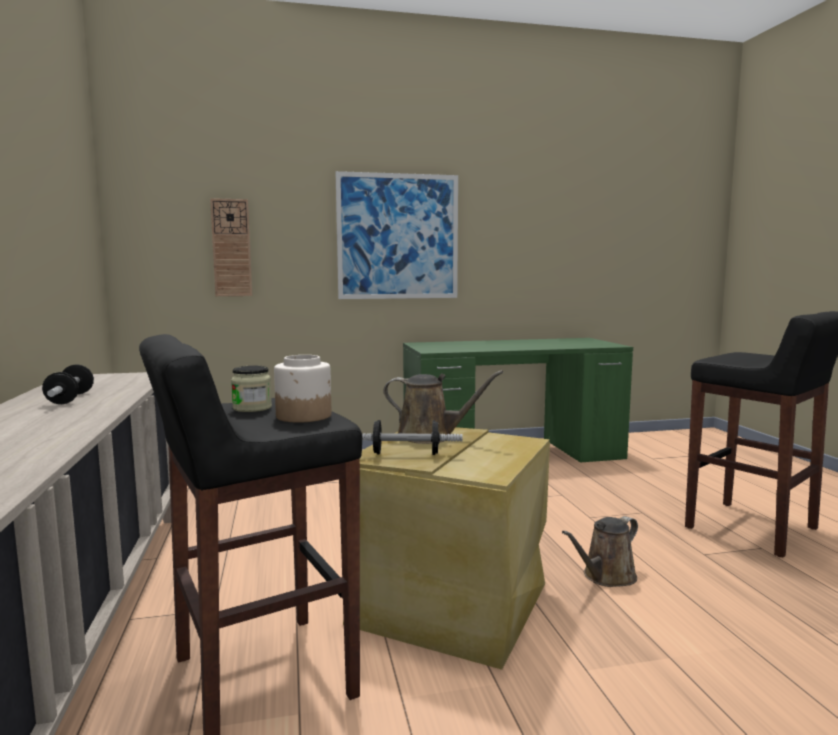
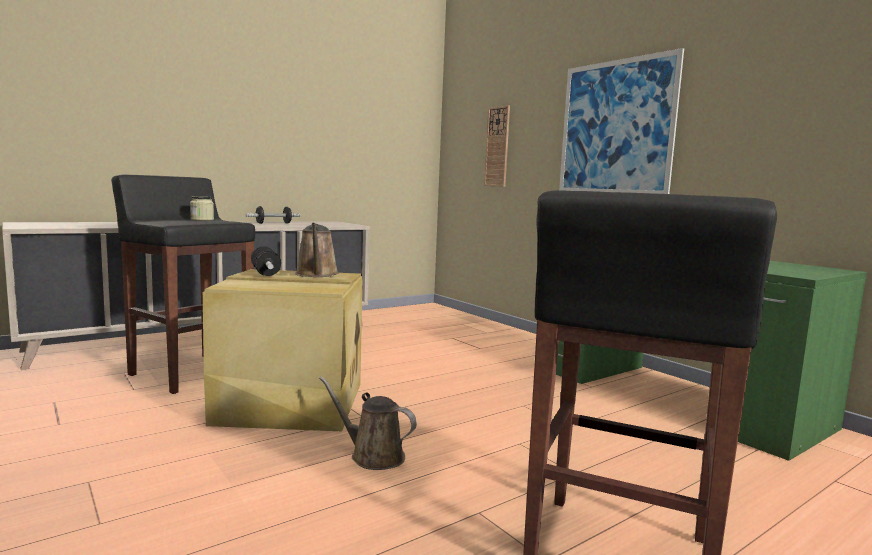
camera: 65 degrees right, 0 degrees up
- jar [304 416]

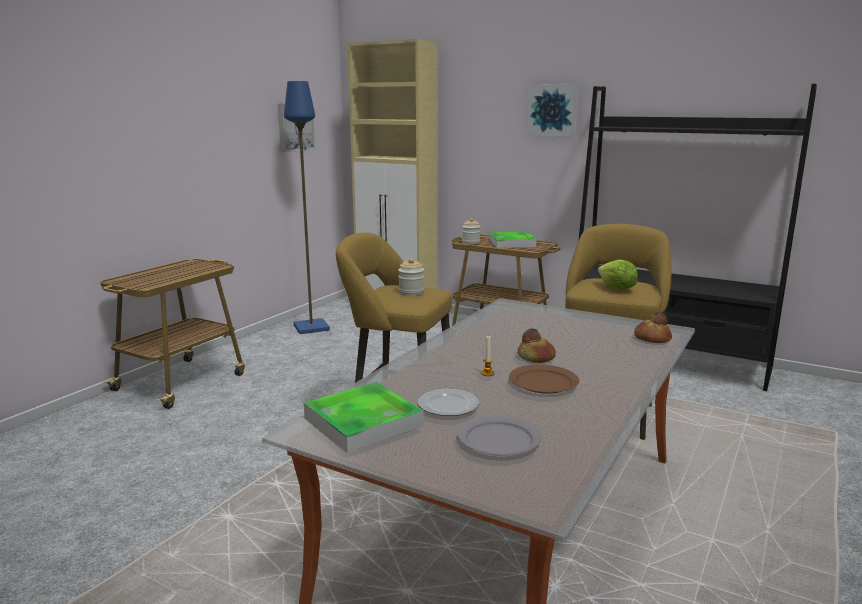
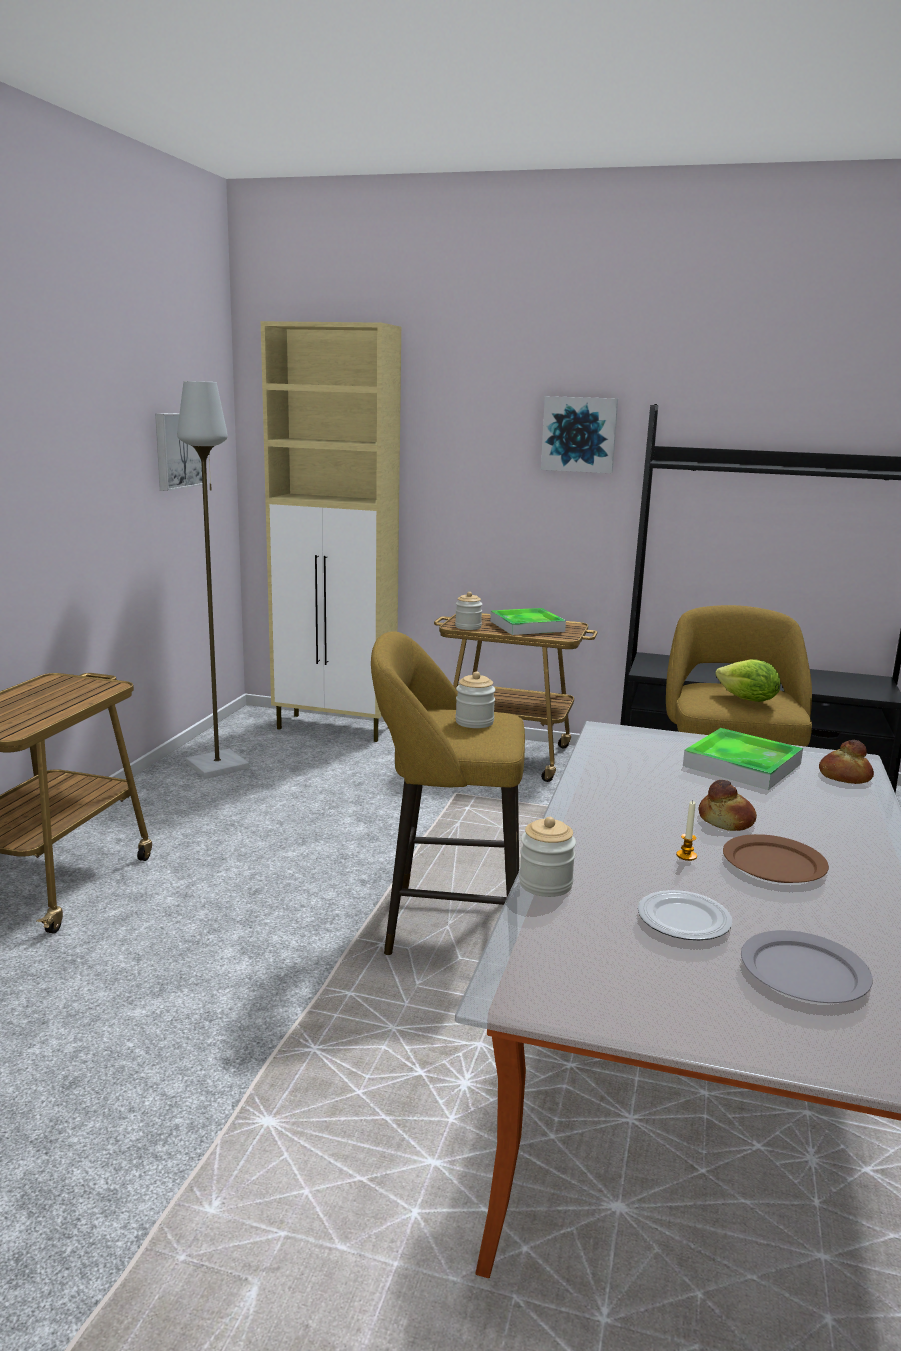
camera: 15 degrees left, 0 degrees up
~ floor lamp in blue [311 327] to floor lamp in grey [217 765]
~ tray [363 422] to [742 765]
+ jar [545 884]

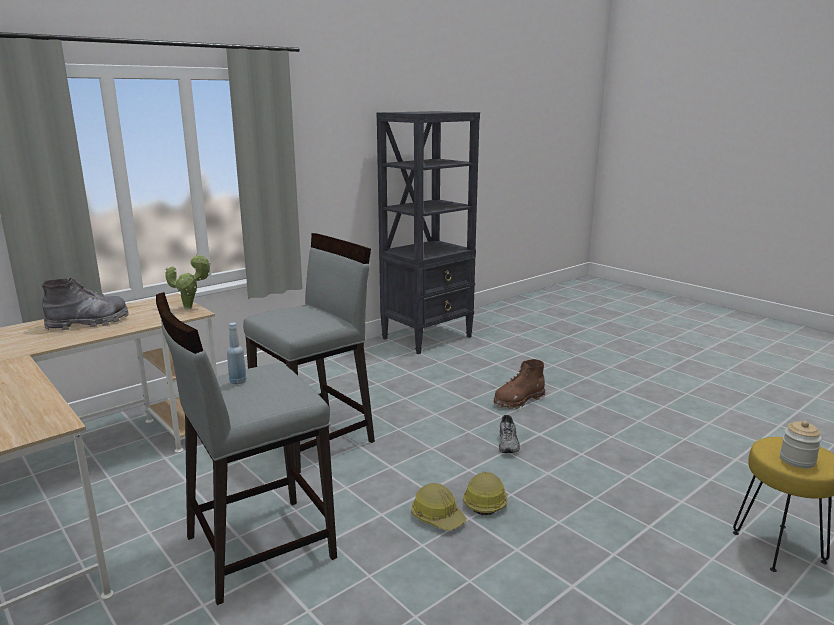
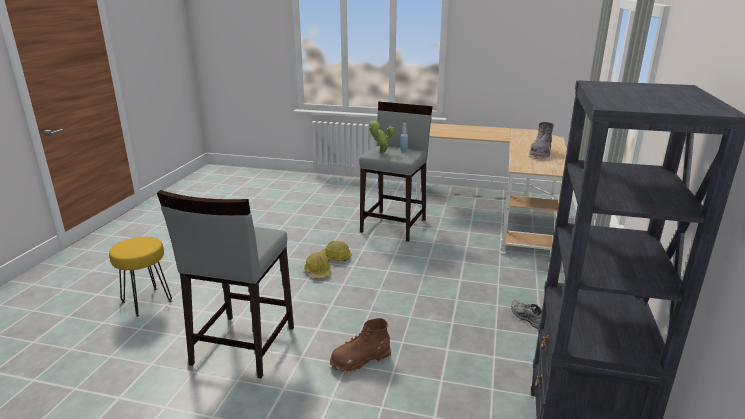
camera: 145 degrees right, 5 degrees up
~ stool in grey [315 440] to [242 346]
~ potted plant [191 308] to [381 153]
~ boot in brown [518 400] = [360 360] 135 degrees counterclockwise
~ shoe in grey [509 443] to [527 318]
- jar [797 460]

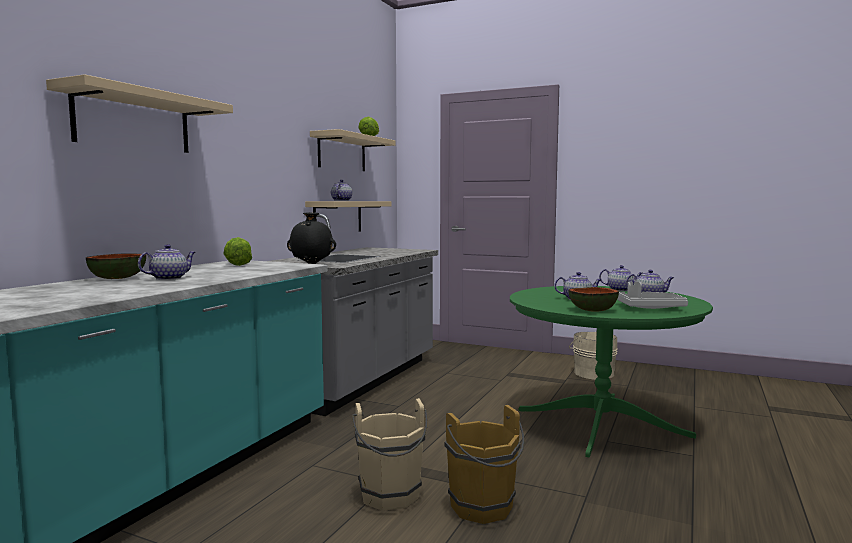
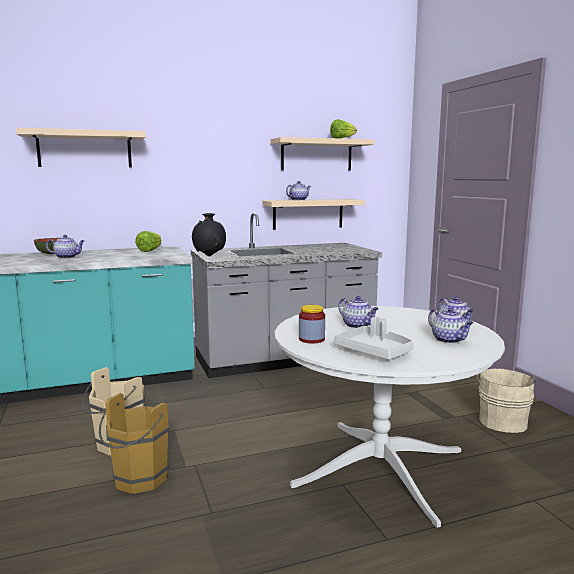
camera: 45 degrees right, 5 degrees up
~ dining table in green [601 423] to dining table in white [379 467]
~ bowl [592 310] to jar [311 339]

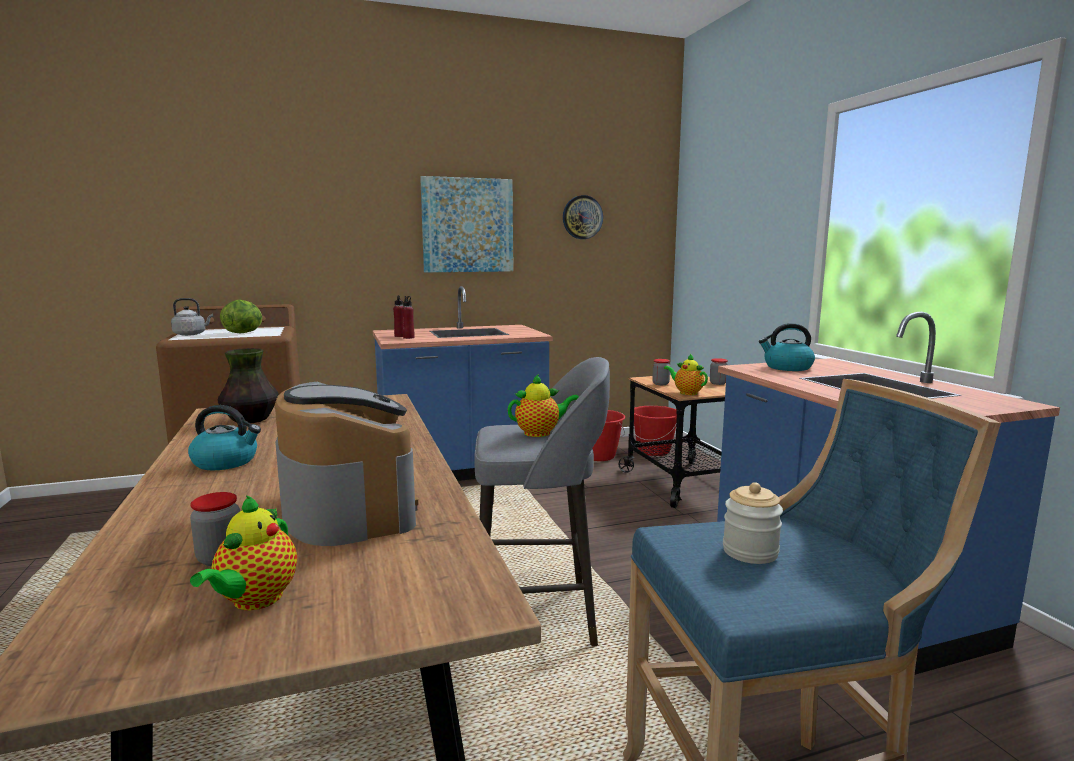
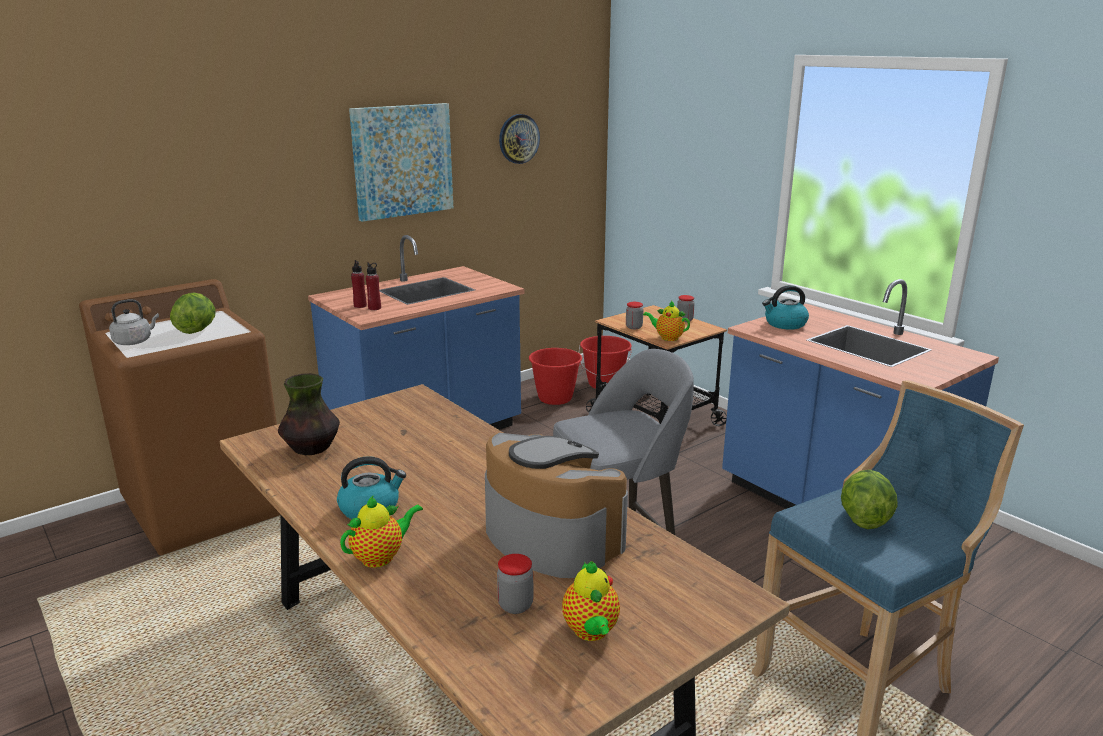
camera: 20 degrees left, 10 degrees up
~ teapot [540 433] to [381 557]
~ jar [750 552] to lettuce [863 519]

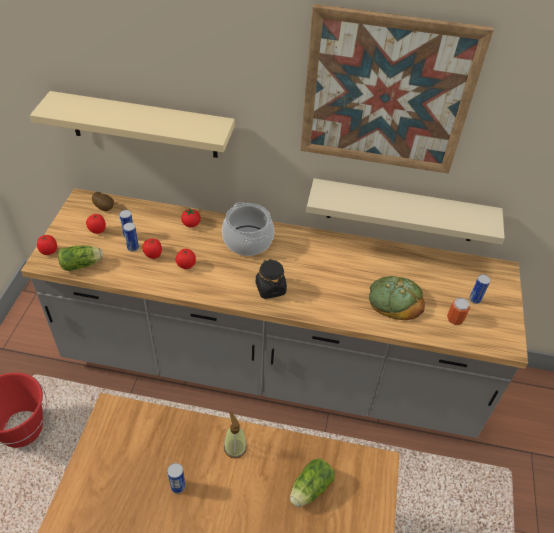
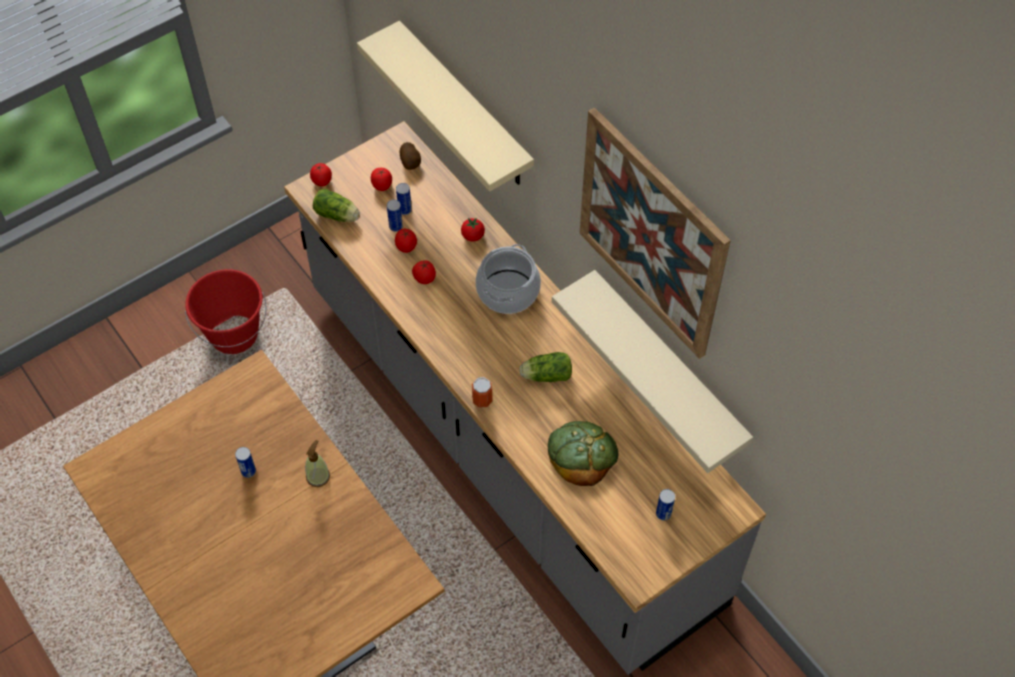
camera: 45 degrees right, 10 degrees up
- jar in black [270 288]
~ can [455 319] to [482 400]
~ lettuce [309 489] to [545 375]

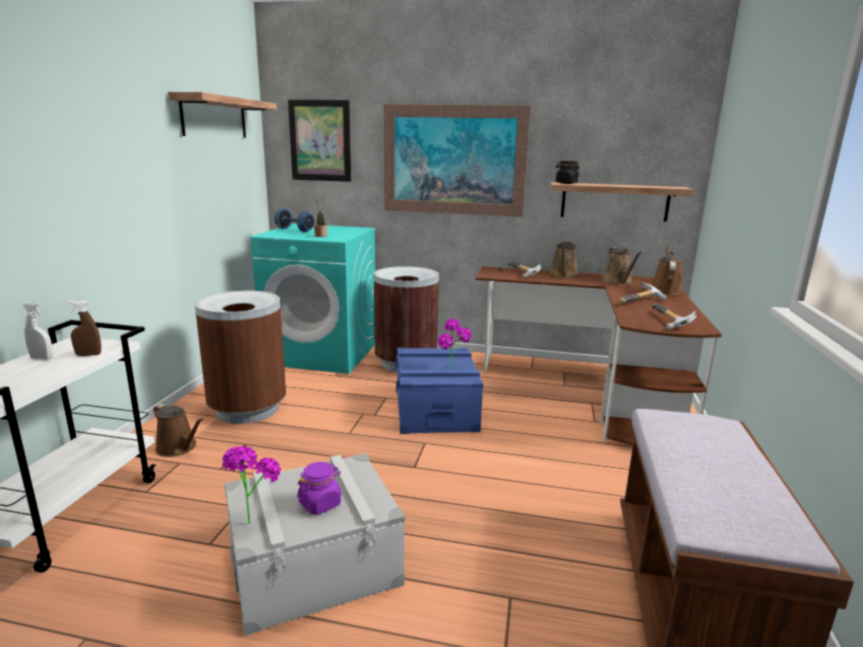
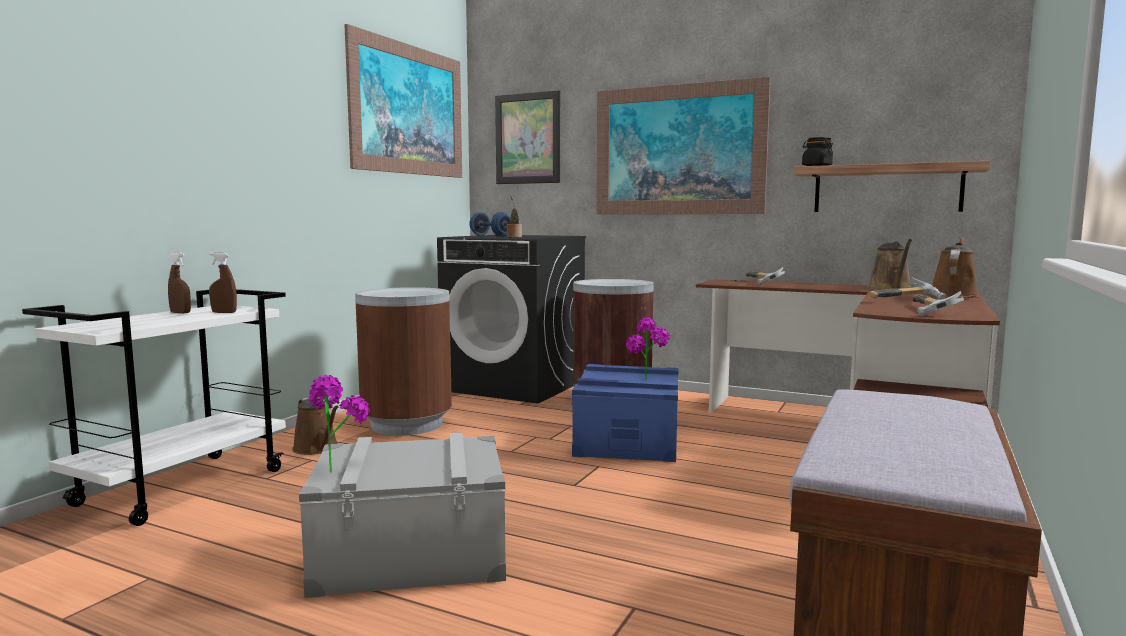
camera: 15 degrees right, 10 degrees down
~ shelf [214 117] to picture [409 110]
~ washing machine in turquoise [322 353] to washing machine in black [515 385]
- watering can in brown [563 275]
~ spray bottle in white [42 358] to spray bottle in brown [180 313]
- jar in purple [320 503]

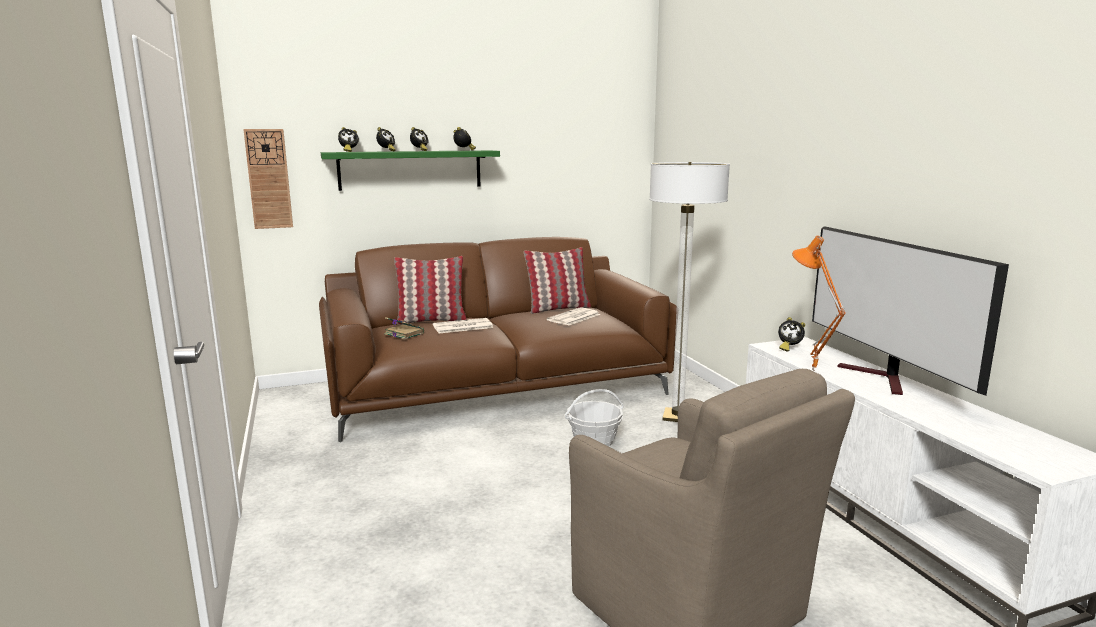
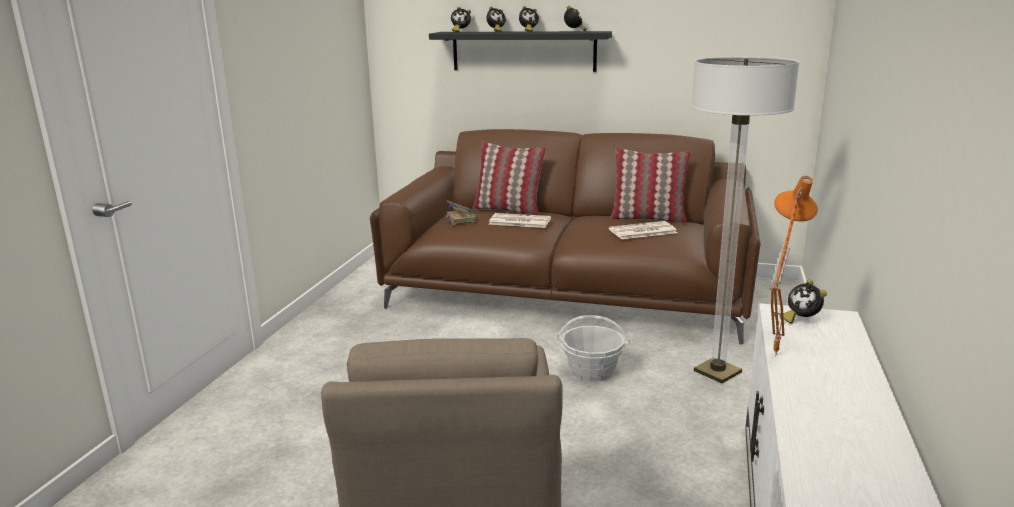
camera: 35 degrees right, 5 degrees up
- wall clock [269 179]
~ shelf in green [410 169] to shelf in black [523 51]
- television [883 379]

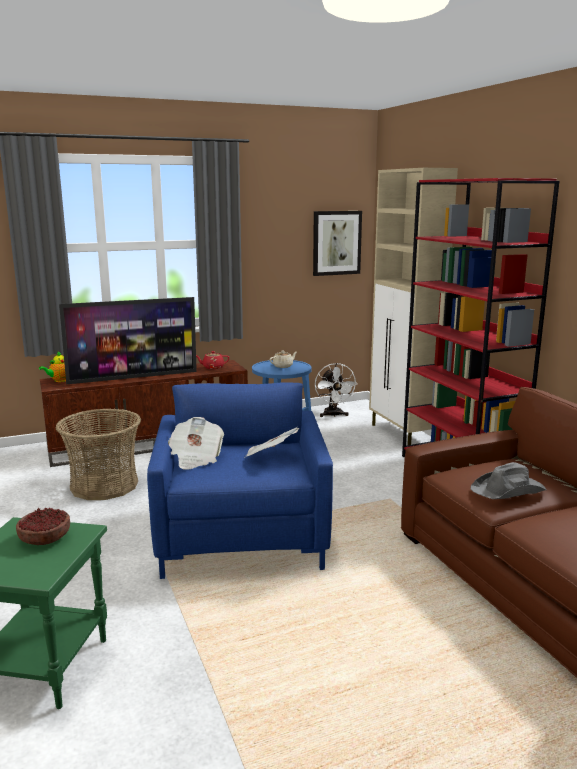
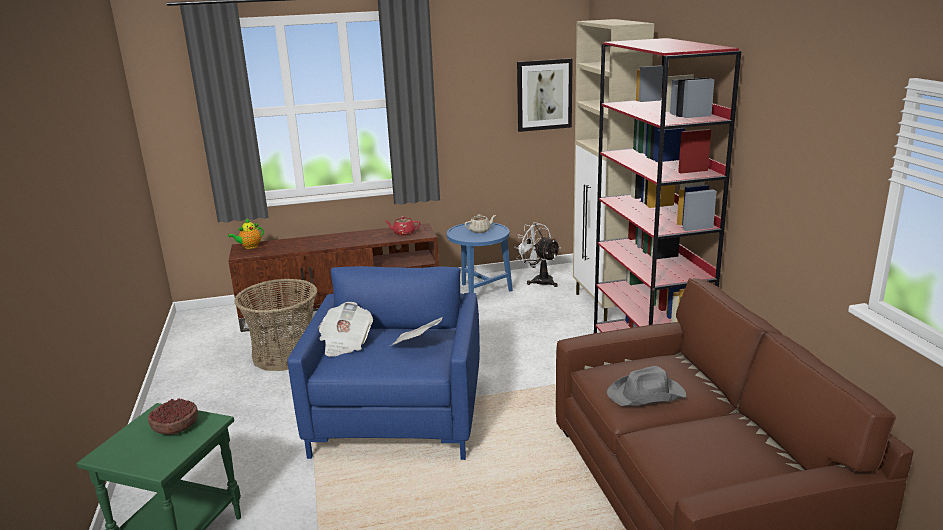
camera: 10 degrees right, 5 degrees up
- television [133 377]
~ fan in white [333 415] = [539 280] 135 degrees clockwise

